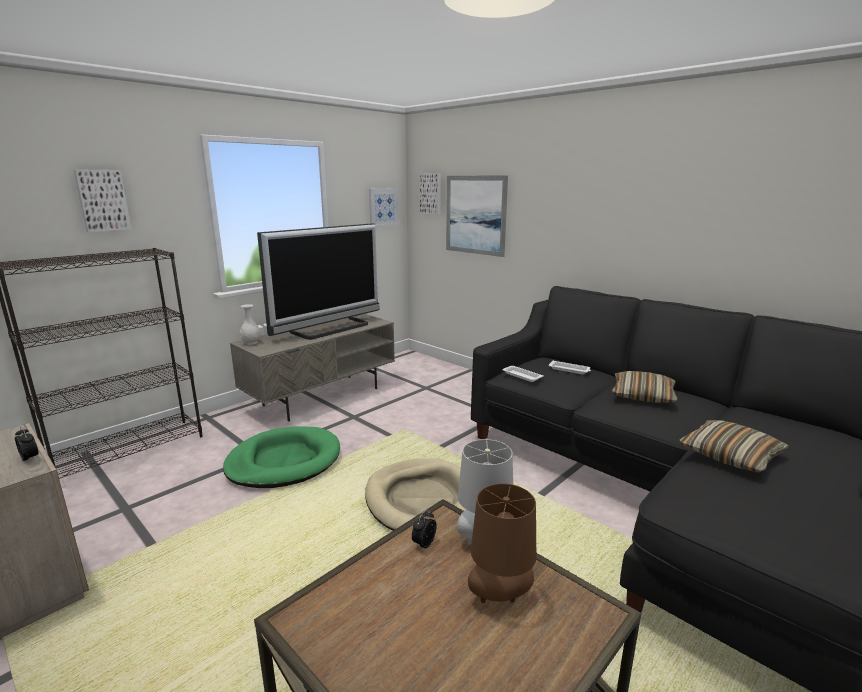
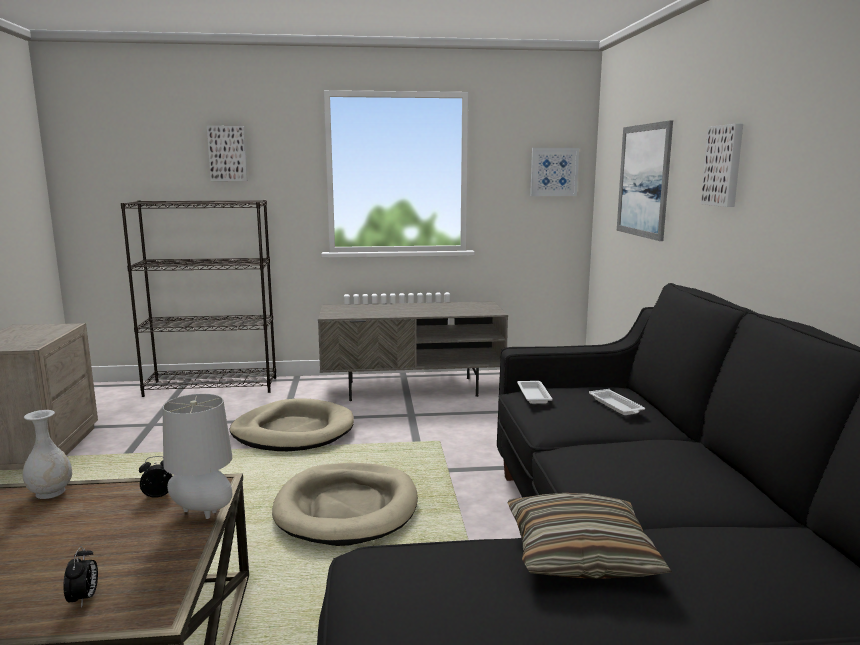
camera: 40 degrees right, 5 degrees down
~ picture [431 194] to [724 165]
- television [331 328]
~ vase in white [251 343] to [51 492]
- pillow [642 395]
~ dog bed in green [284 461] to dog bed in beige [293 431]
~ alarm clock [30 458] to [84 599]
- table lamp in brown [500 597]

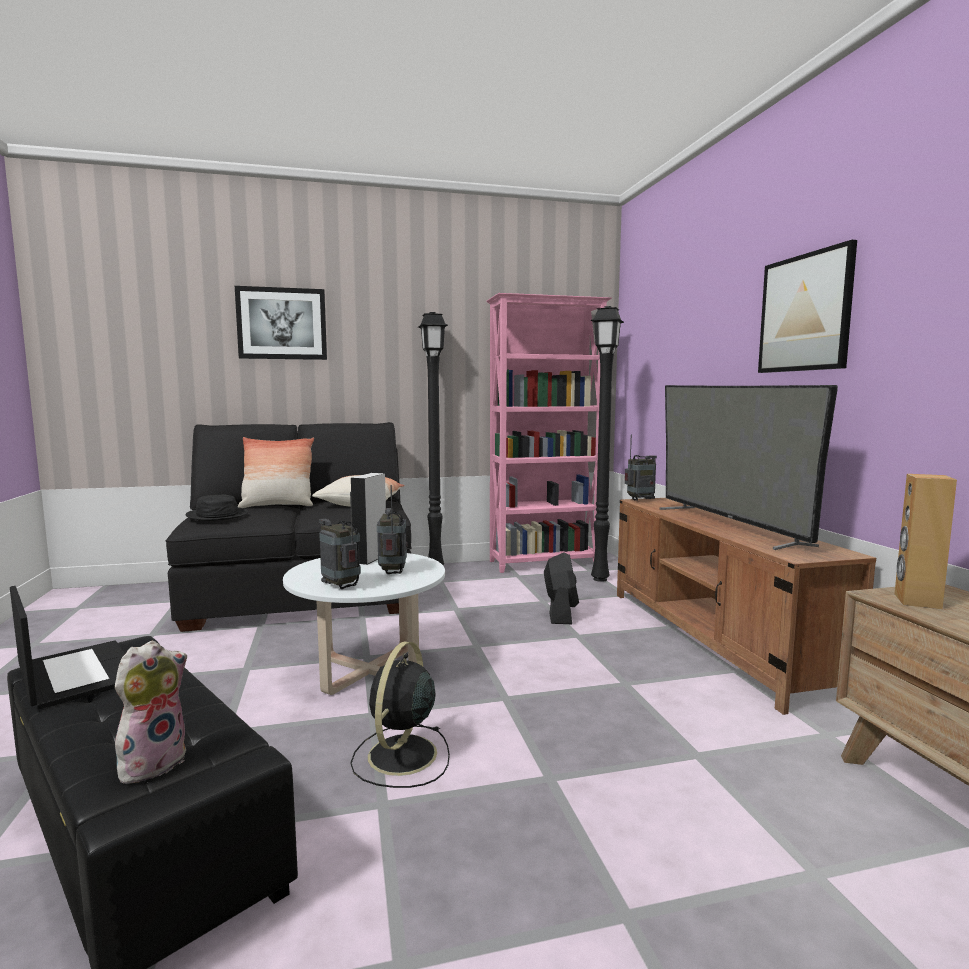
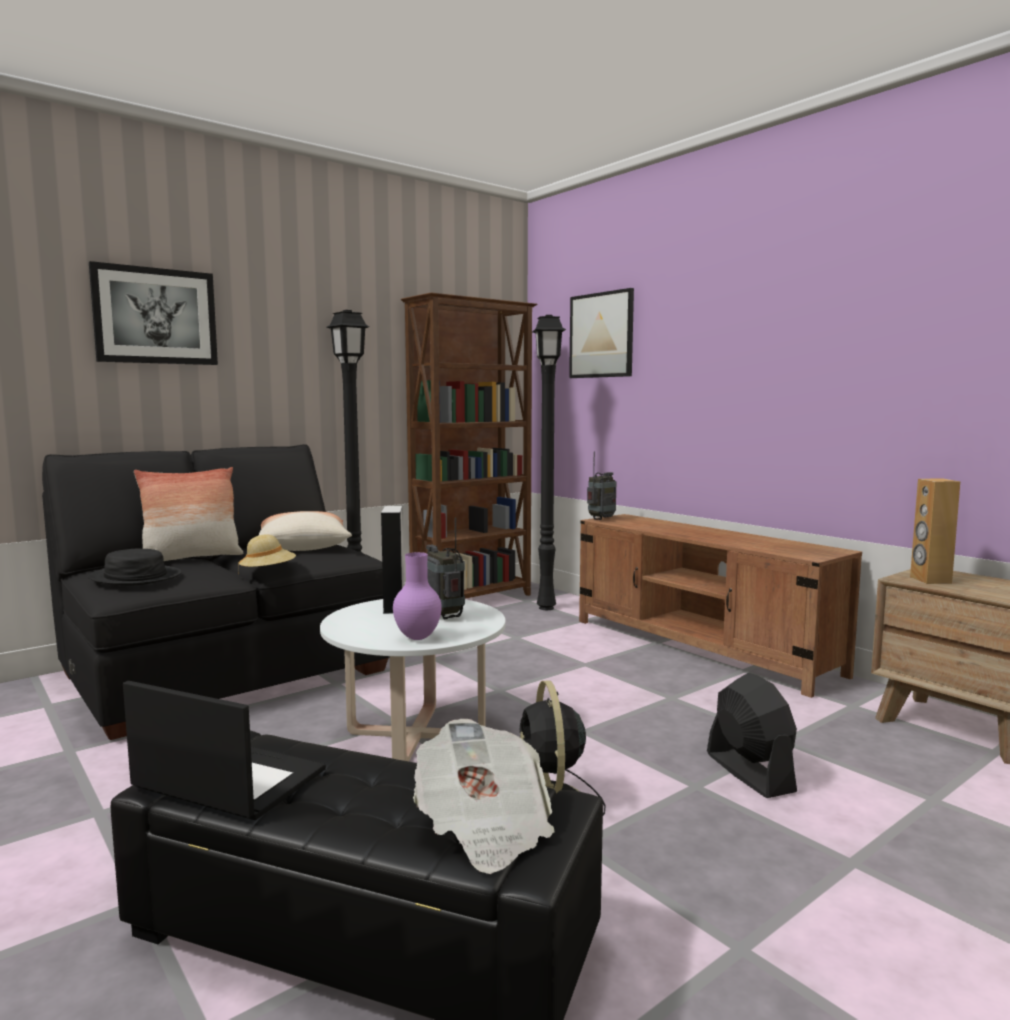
camera: 25 degrees left, 0 degrees up
~ picture [805 313] to [601 335]
~ bookcase in pink [545 563] to bookcase in brown [473 599]
- television [727 525]
~ radio [341 586] to vase in purple [417 637]
~ fan in black [561 613] to [749 772]
~ plush toy [153 762] to newspaper [483 828]
+ hat in beige [268 572]

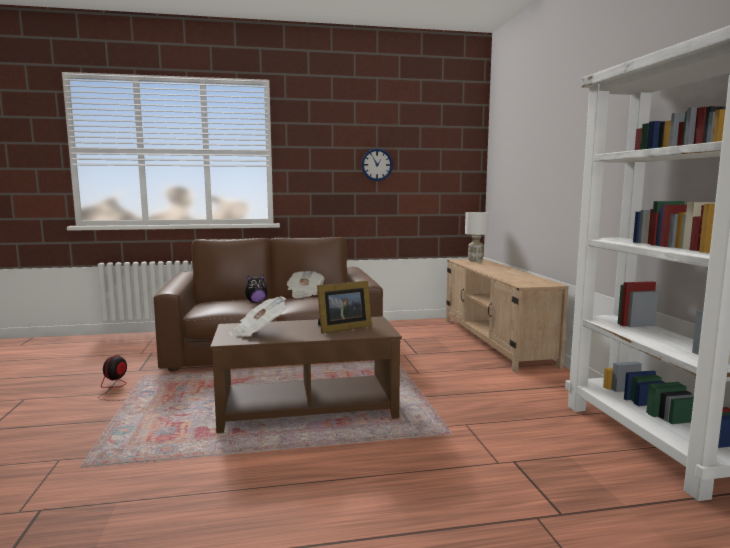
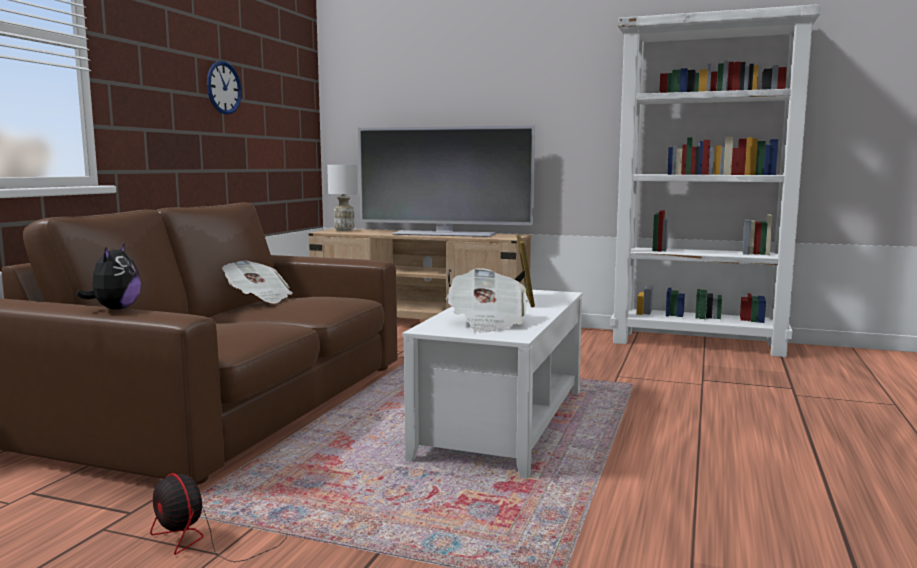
camera: 60 degrees left, 0 degrees up
~ plush toy [256 302] to [115 309]
~ coffee table in brown [307 408] to coffee table in white [503 423]
+ television [444 234]

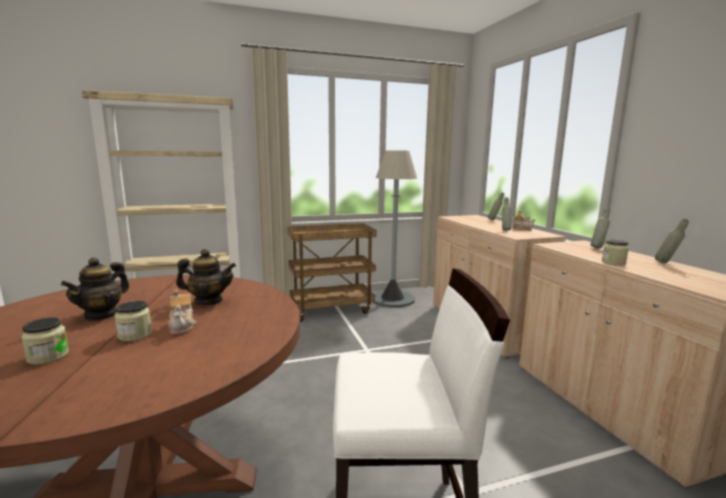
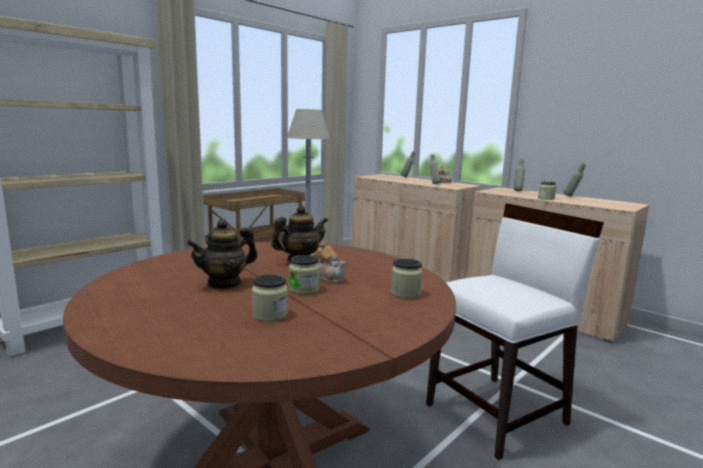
camera: 30 degrees left, 0 degrees up
~ teapot [102 314] = [224 283] 60 degrees clockwise
+ jar [405 293]

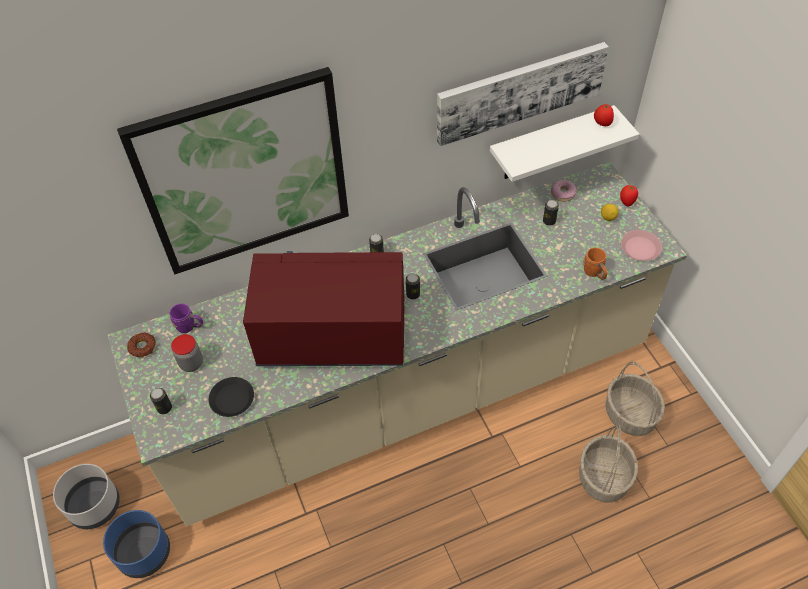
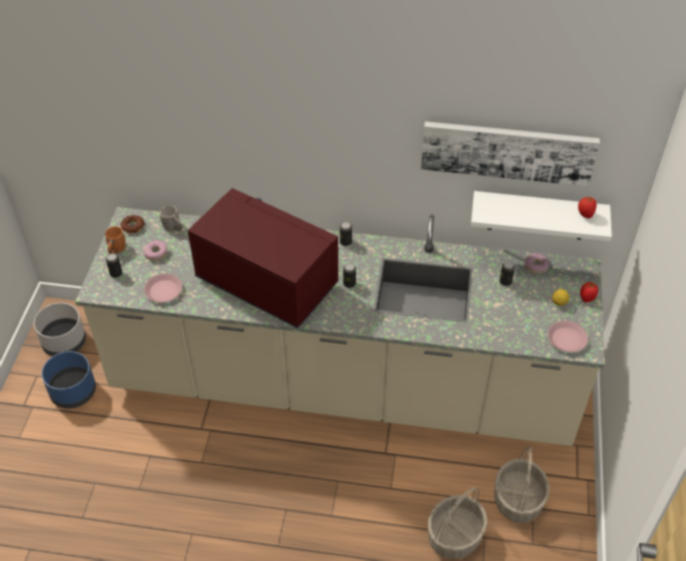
camera: 30 degrees right, 5 degrees down
- picture [244 174]
~ mug in orange [594 273] to [116 250]
~ mug in purple [190 327] to mug in grey [173 228]
~ jar [191 363] to donut [156 253]
~ plate in black [232 399] to plate in pink [164 291]

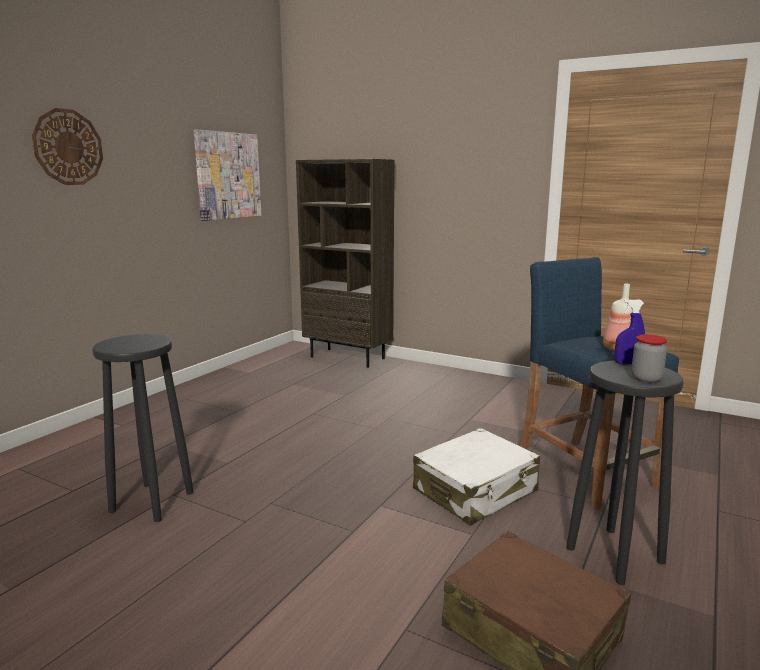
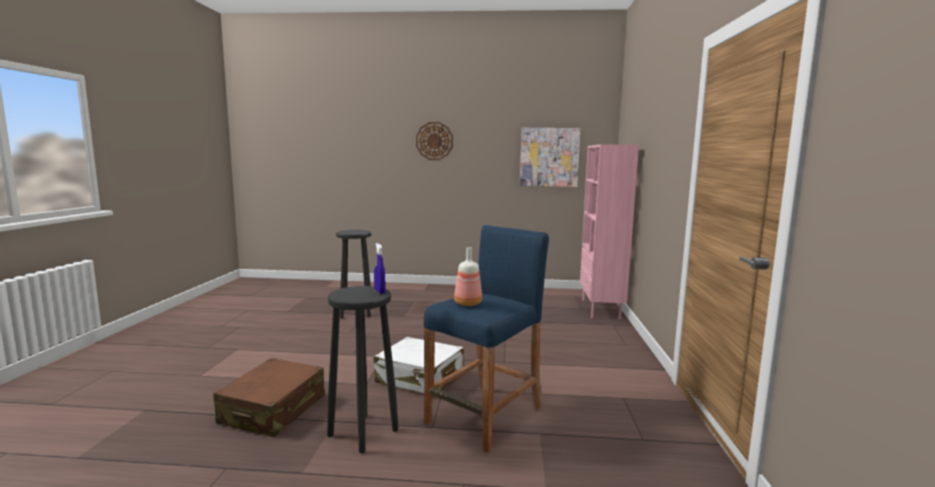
camera: 65 degrees right, 5 degrees down
~ bookcase in brown [348 357] to bookcase in pink [601 309]
- jar [646 379]

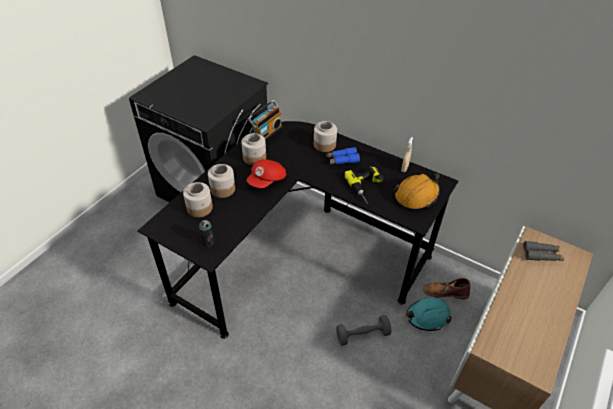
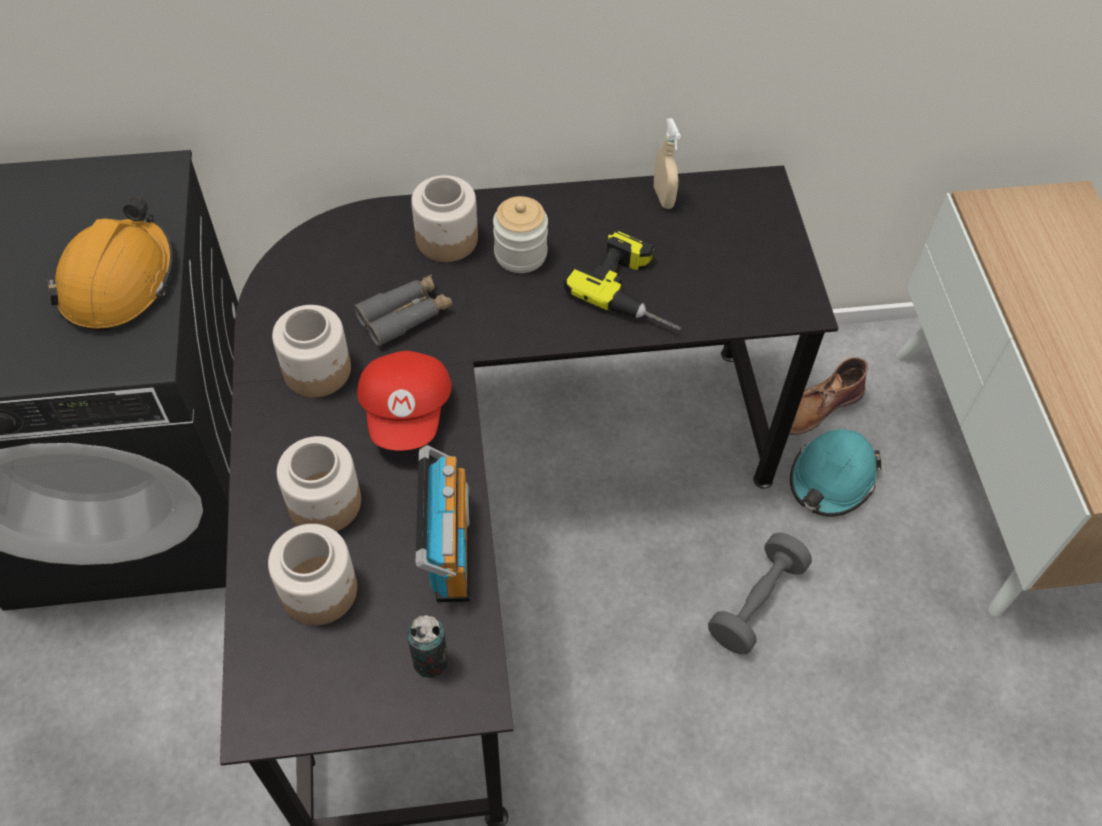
camera: 40 degrees left, 10 degrees up
~ radio [266 133] to [447 548]
~ binoculars in blue [342 160] to jar [520 254]
~ hard hat in orange [416 195] to [119 281]
~ binoculars in grey [541 255] to [405 315]

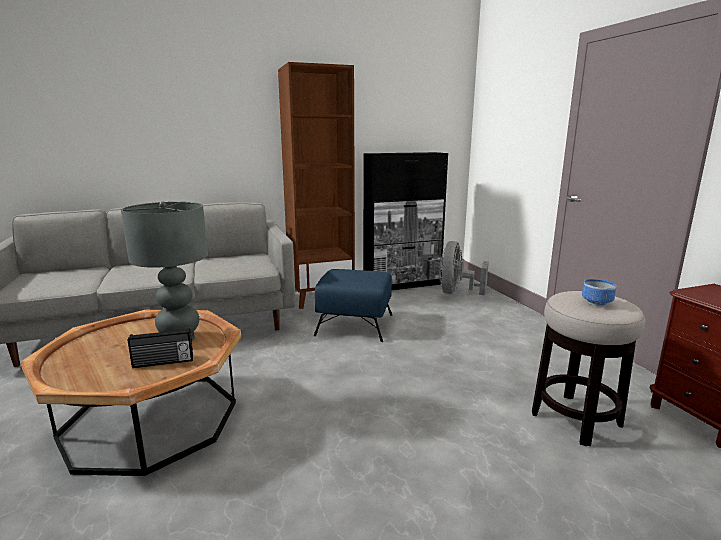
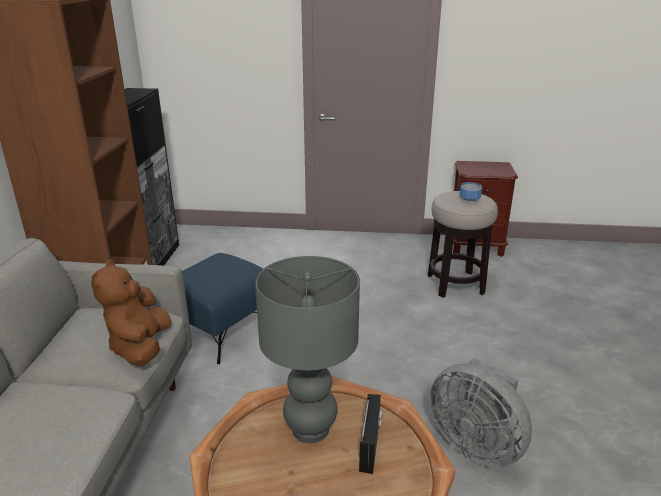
camera: 65 degrees left, 10 degrees up
~ fan in grey [456 292] to [476 444]
+ plush toy in brown [140 347]

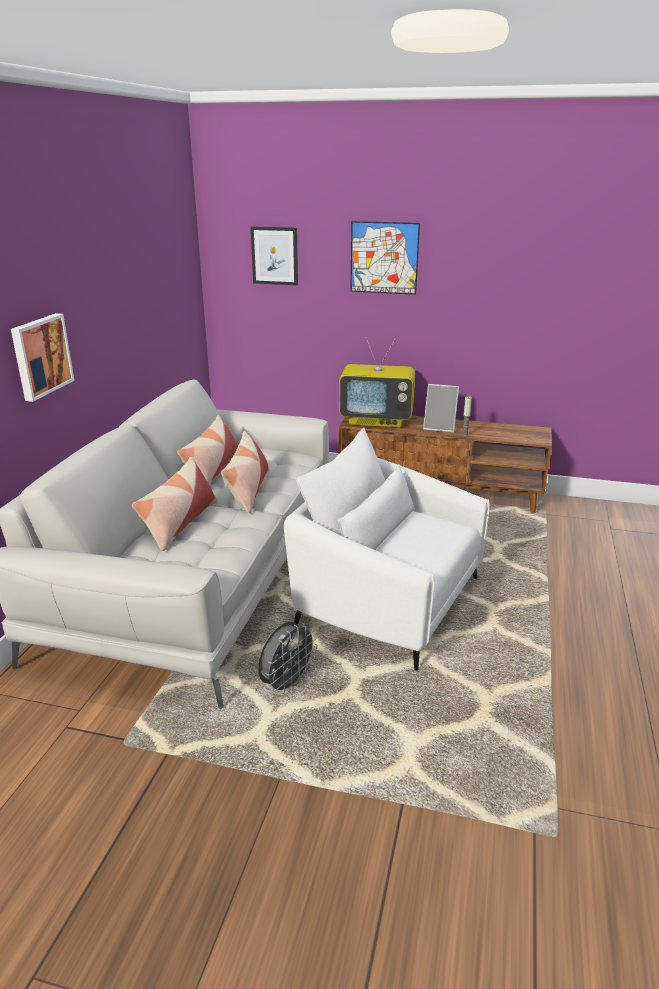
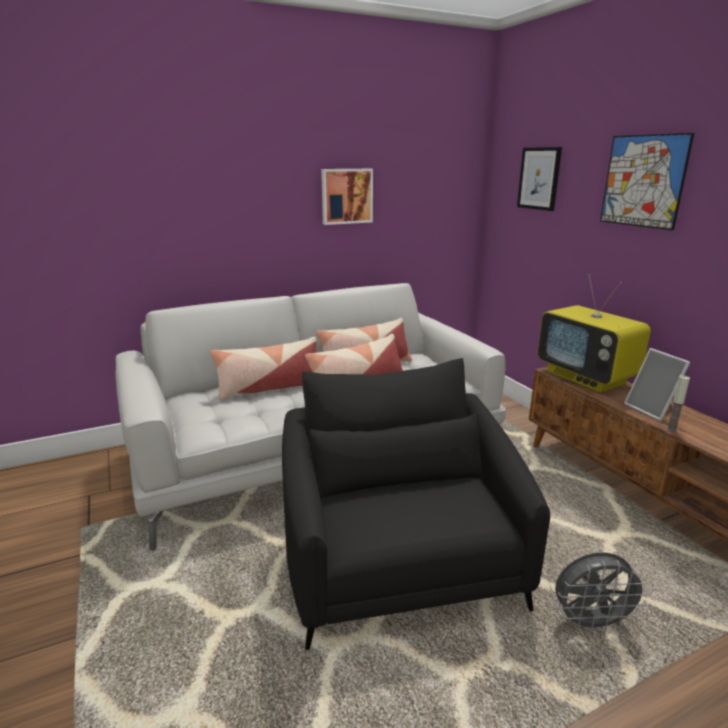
camera: 50 degrees right, 5 degrees down
~ picture [40 356] to [346 196]
~ armchair in white [387 601] to armchair in black [401 564]
~ fan in grey [287 684] to [591 623]

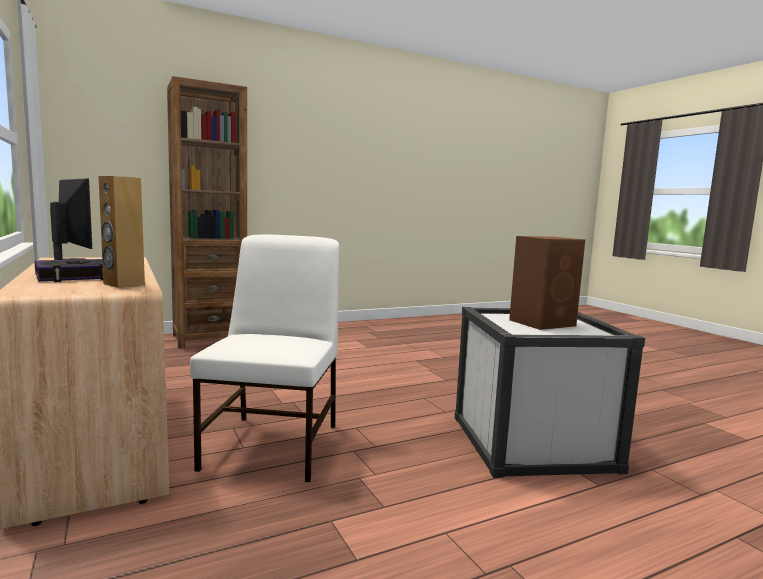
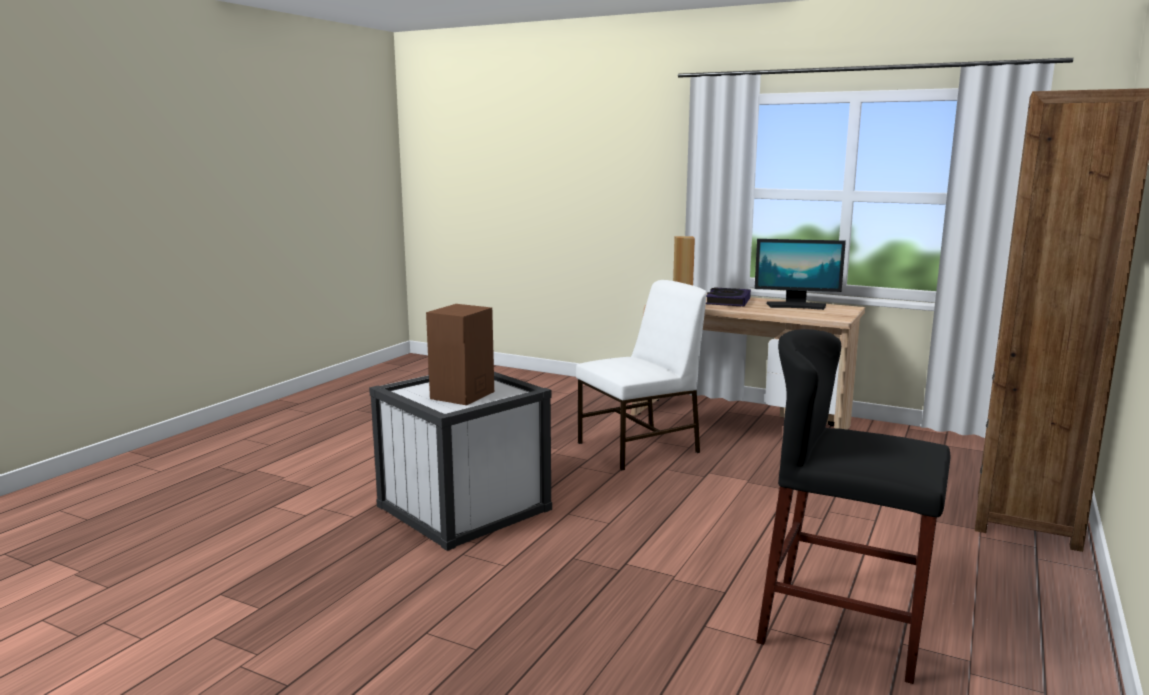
camera: 145 degrees right, 5 degrees up
~ chair in white [274 445] = [640 447] 90 degrees counterclockwise
+ stool in black [842 629]

